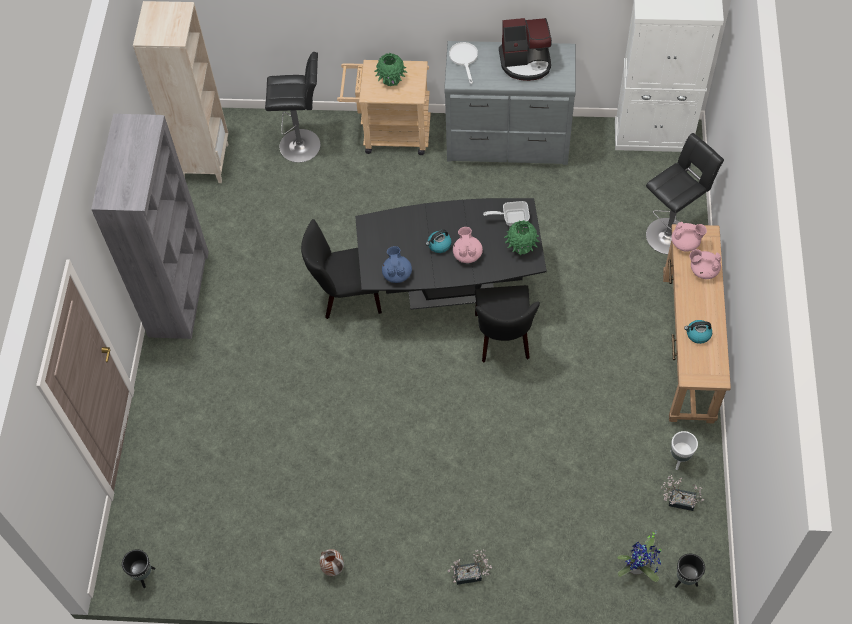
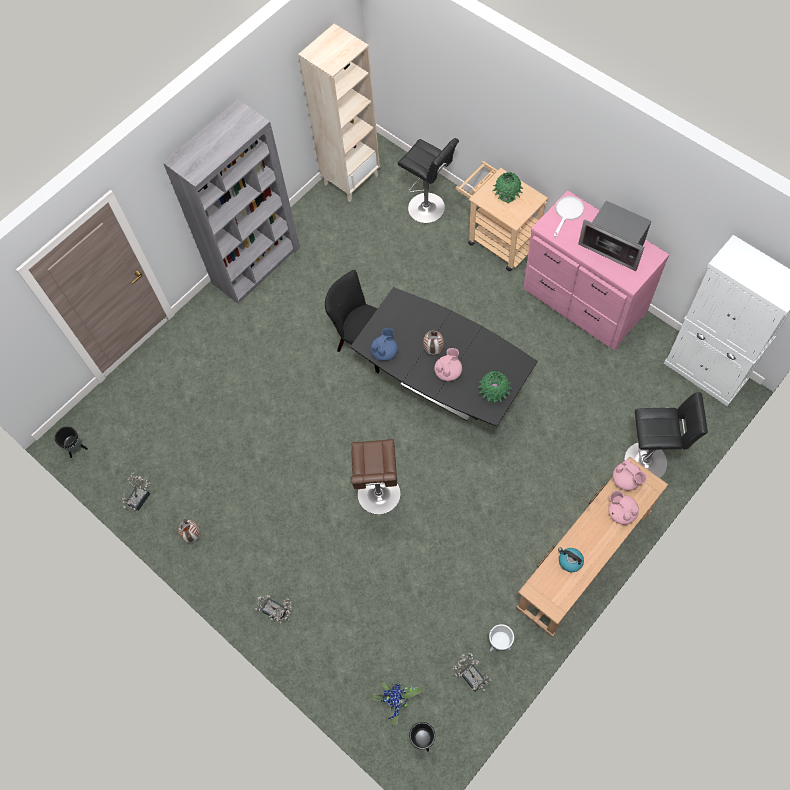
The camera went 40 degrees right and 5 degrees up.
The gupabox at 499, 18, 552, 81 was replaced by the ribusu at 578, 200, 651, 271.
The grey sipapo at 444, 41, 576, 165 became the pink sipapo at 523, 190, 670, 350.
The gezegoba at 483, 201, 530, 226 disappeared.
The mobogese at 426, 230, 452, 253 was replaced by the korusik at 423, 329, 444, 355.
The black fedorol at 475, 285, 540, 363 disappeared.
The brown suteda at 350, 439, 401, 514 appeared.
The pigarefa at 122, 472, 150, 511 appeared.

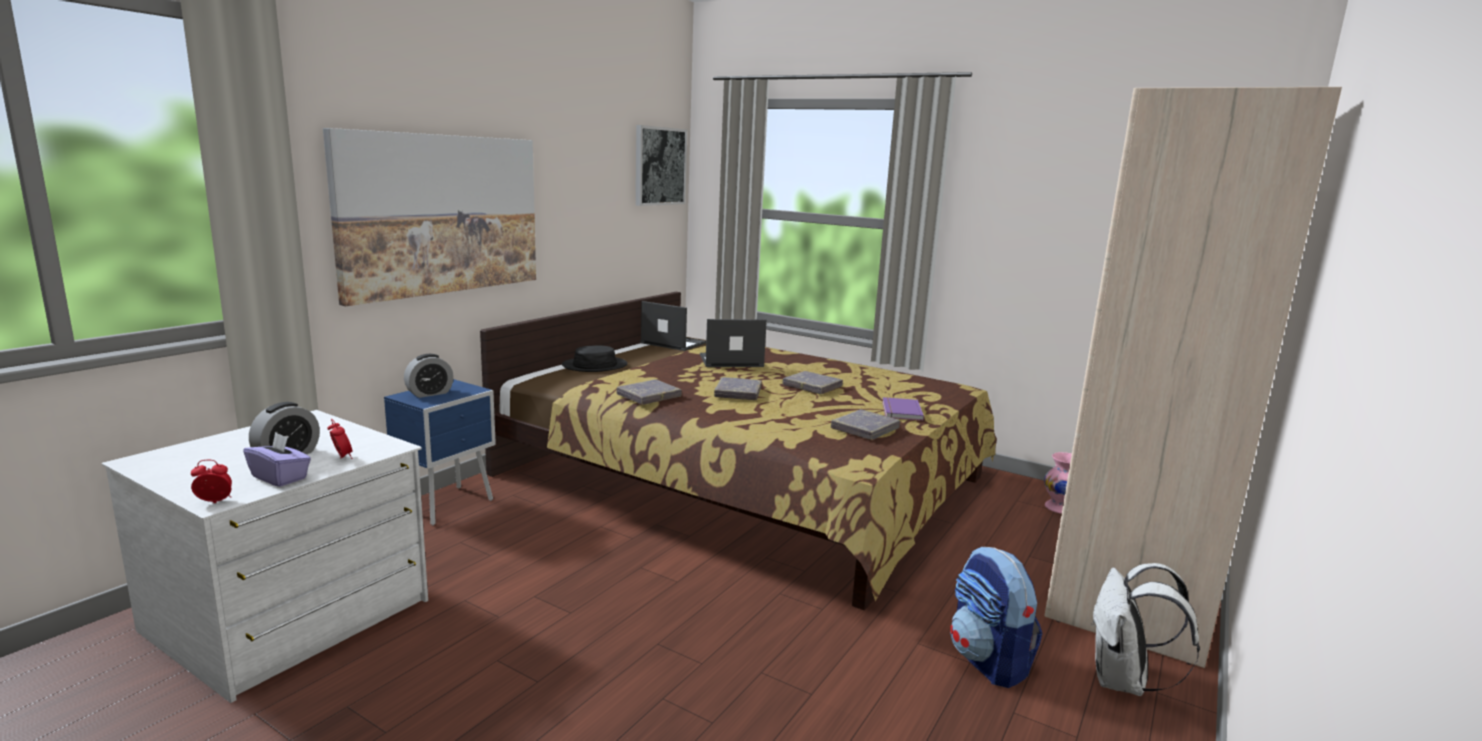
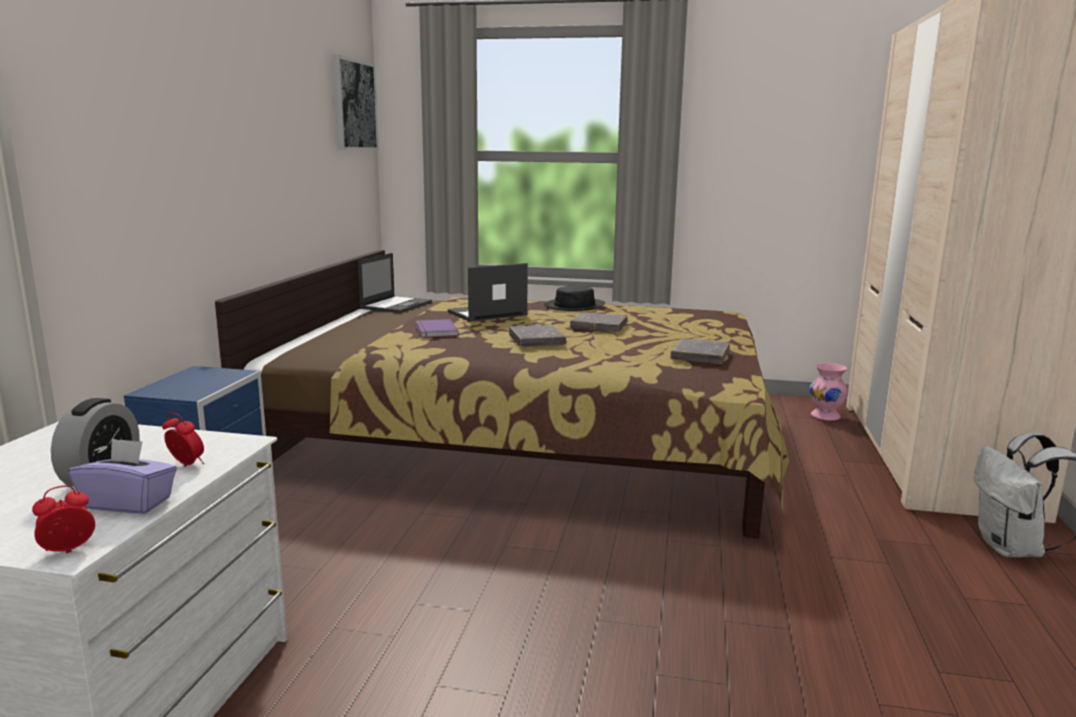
The camera went 20 degrees left and 0 degrees up.
The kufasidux at 323, 128, 536, 306 disappeared.
The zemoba at 640, 301, 706, 351 turned 105 degrees clockwise.
The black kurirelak moved from 562, 345, 628, 372 to 544, 286, 605, 311.
The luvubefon at 404, 354, 454, 398 disappeared.
The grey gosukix at 616, 379, 682, 405 disappeared.
The purple gosukix moved from 882, 397, 924, 421 to 416, 319, 459, 338.
The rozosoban at 950, 547, 1042, 688 disappeared.

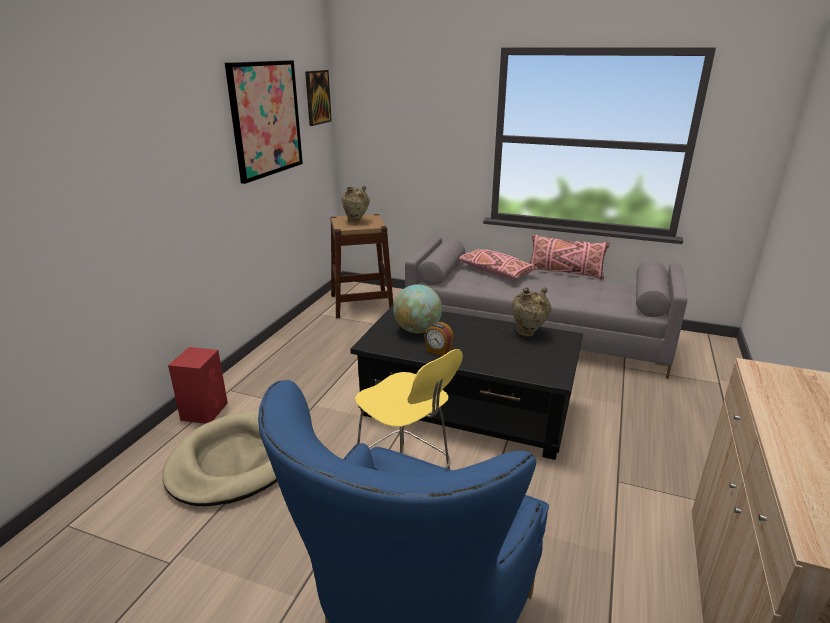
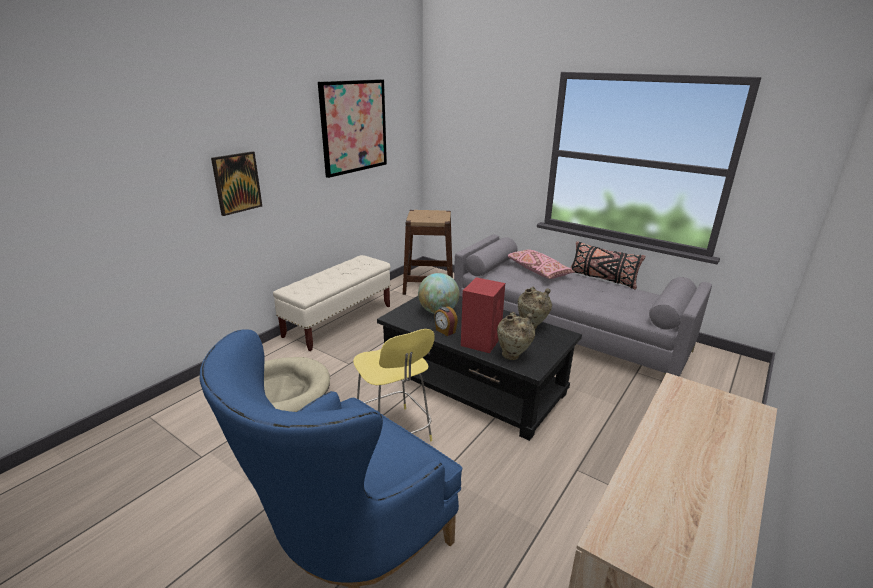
The camera went 15 degrees right and 0 degrees up.
The kufasidux moved from 305, 70, 332, 126 to 211, 151, 262, 216.
The beige korusik moved from 342, 186, 370, 223 to 497, 312, 535, 360.
The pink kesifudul at 529, 235, 610, 280 became the black kesifudul at 571, 241, 645, 290.
The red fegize moved from 168, 347, 228, 424 to 461, 277, 505, 353.
The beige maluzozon at 273, 255, 391, 351 appeared.

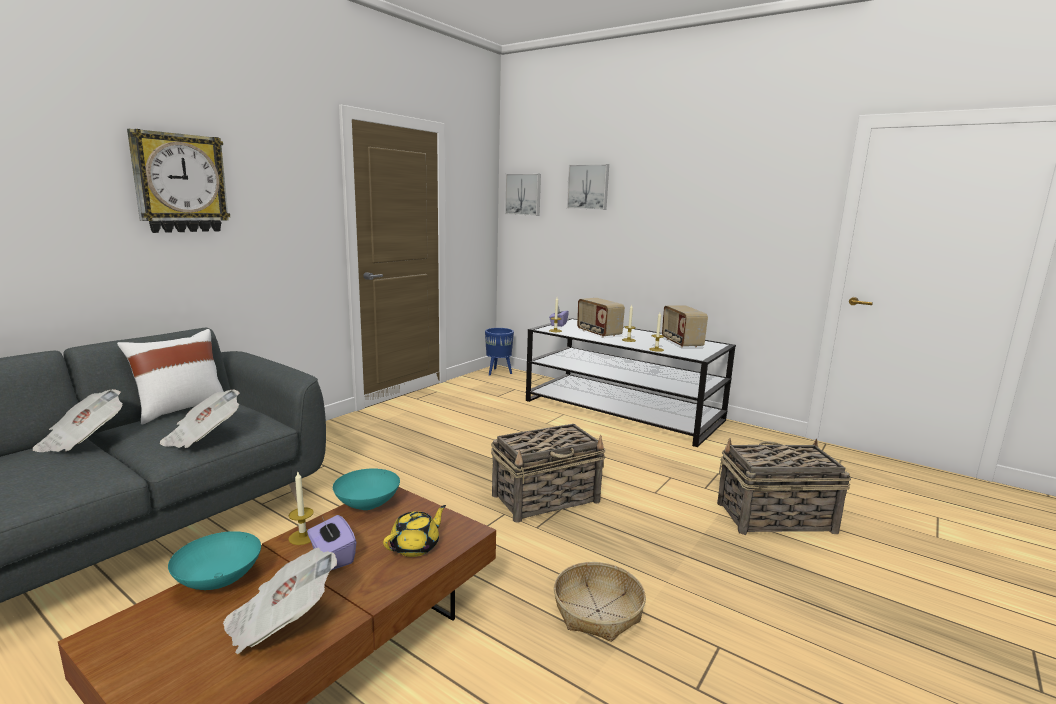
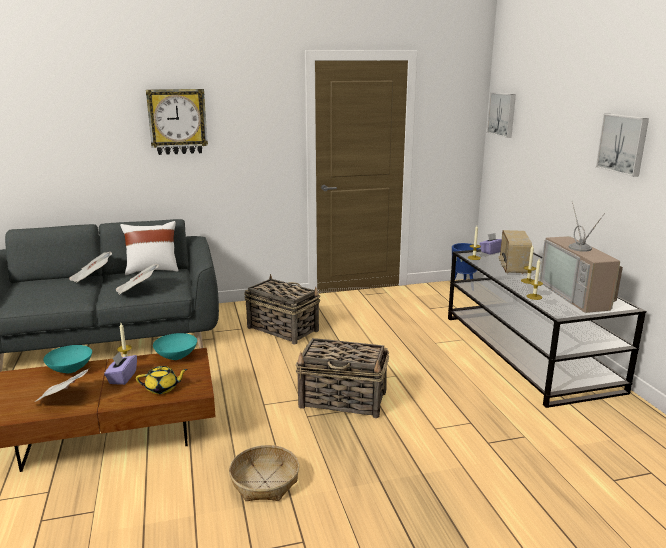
The camera went 40 degrees right and 5 degrees up.
The kufasidux moved from 567, 164, 609, 210 to 596, 114, 649, 177.
The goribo at 662, 306, 708, 348 was replaced by the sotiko at 540, 201, 623, 313.
The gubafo moved from 717, 438, 851, 535 to 244, 274, 320, 344.

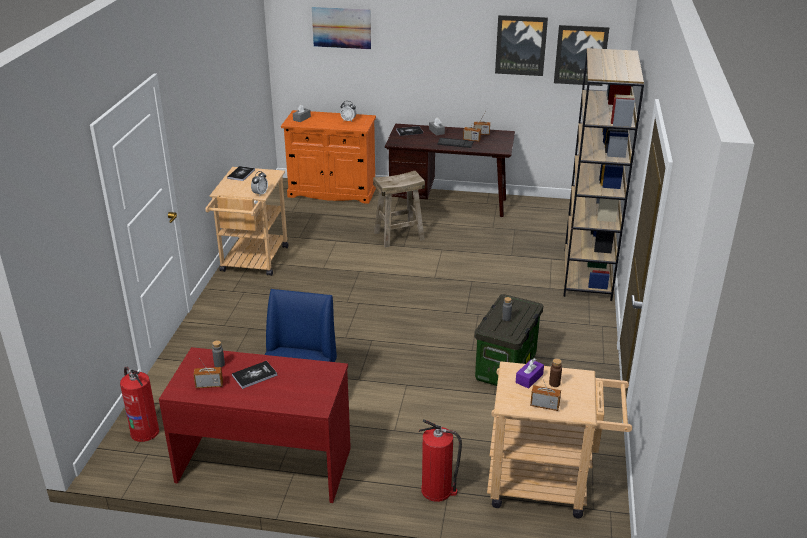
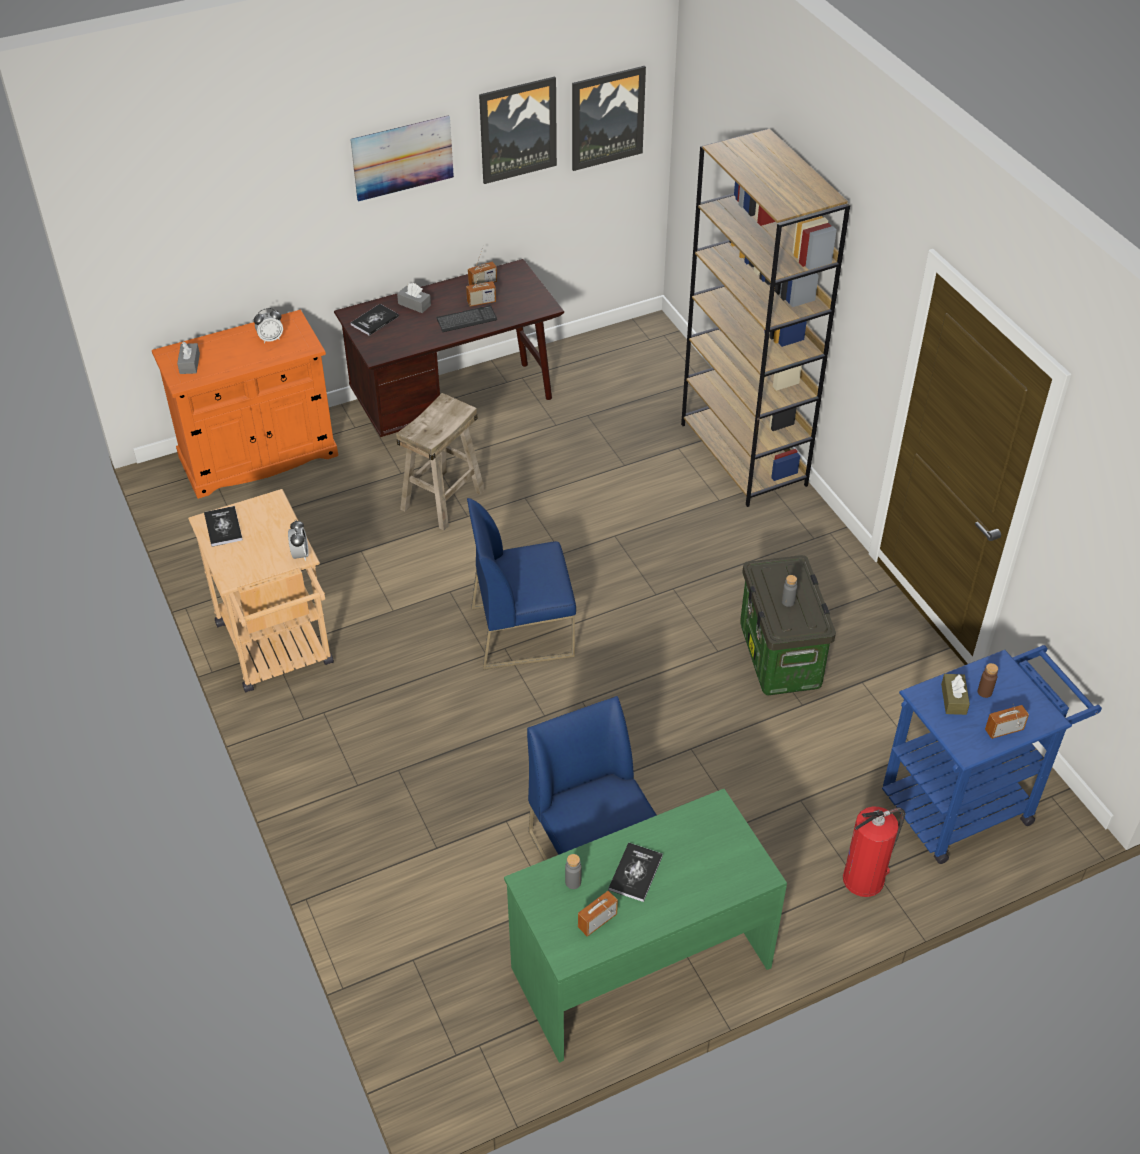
The camera went 35 degrees left and 15 degrees up.
The kufasidux moved from 312, 7, 371, 49 to 350, 115, 454, 202.
The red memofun at 159, 347, 351, 503 became the green memofun at 504, 789, 787, 1063.
The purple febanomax at 516, 358, 544, 389 became the brown febanomax at 941, 674, 970, 715.
The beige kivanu at 487, 362, 632, 518 became the blue kivanu at 882, 645, 1102, 864.
The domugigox at 120, 366, 159, 442 disappeared.
The blue fedorol at 467, 498, 576, 670 appeared.

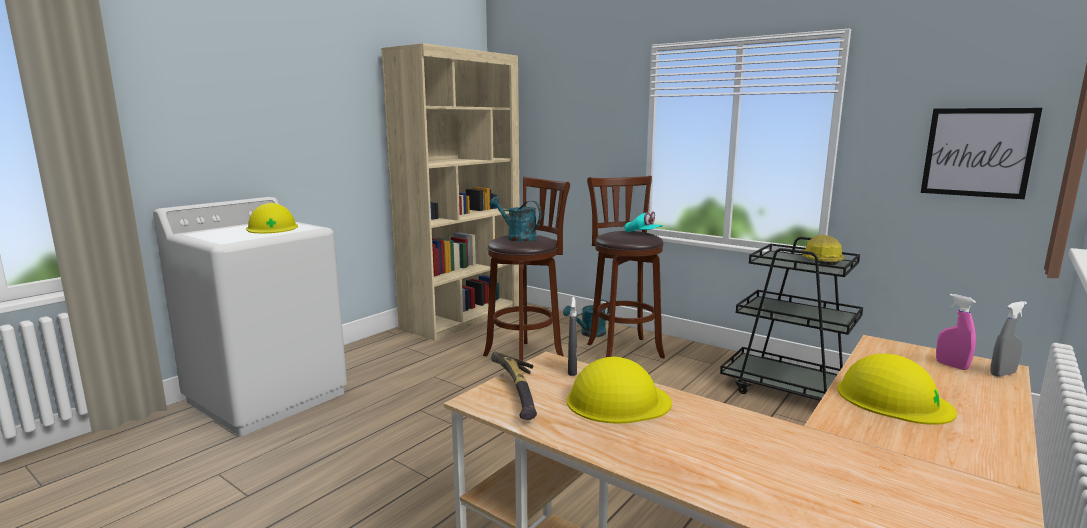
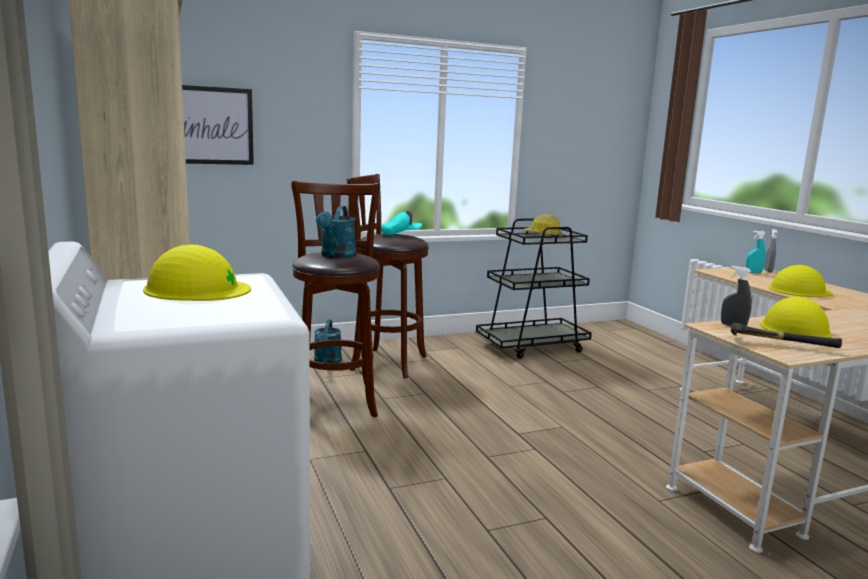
The camera went 60 degrees left and 0 degrees up.
The kufasidux moved from 921, 108, 1042, 199 to 182, 85, 254, 165.
The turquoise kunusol at 489, 196, 542, 242 turned 60 degrees counterclockwise.
The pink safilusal at 936, 294, 976, 370 became the turquoise safilusal at 746, 230, 766, 273.

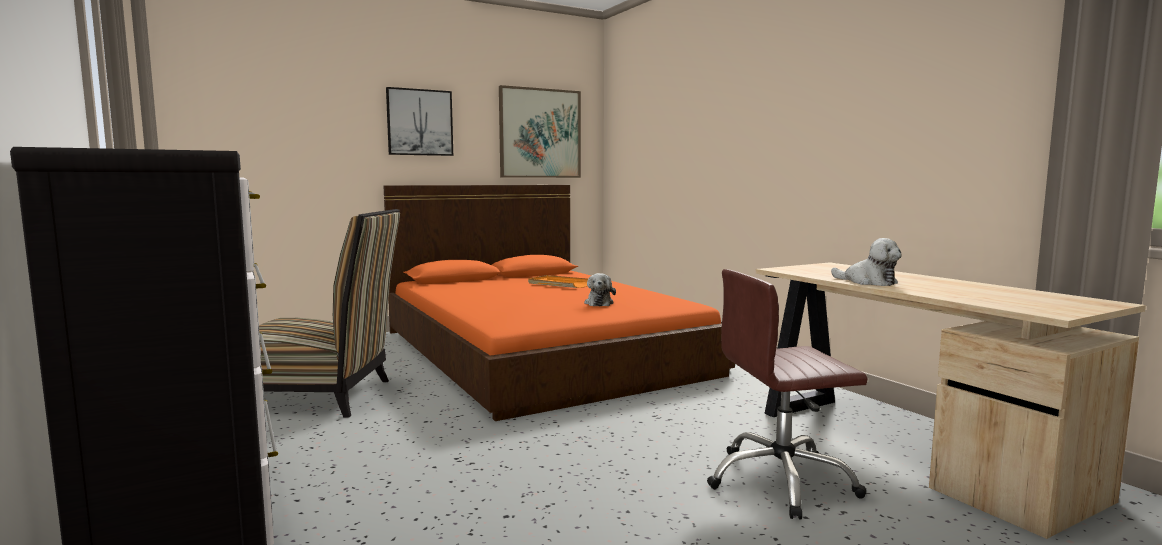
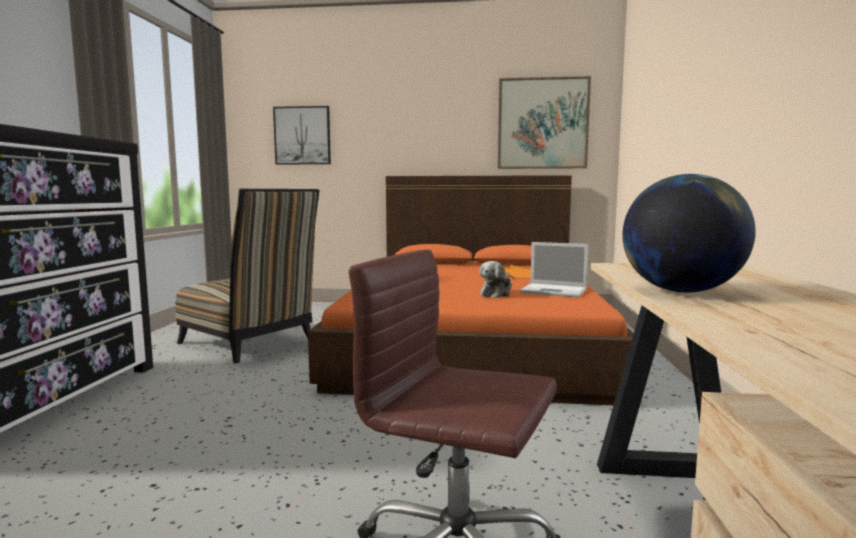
The camera went 35 degrees right and 0 degrees up.
The kufasidux moved from 386, 87, 453, 156 to 273, 106, 331, 165.
The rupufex at 831, 238, 901, 286 was replaced by the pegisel at 622, 174, 756, 293.
The zemoba at 519, 242, 589, 298 appeared.

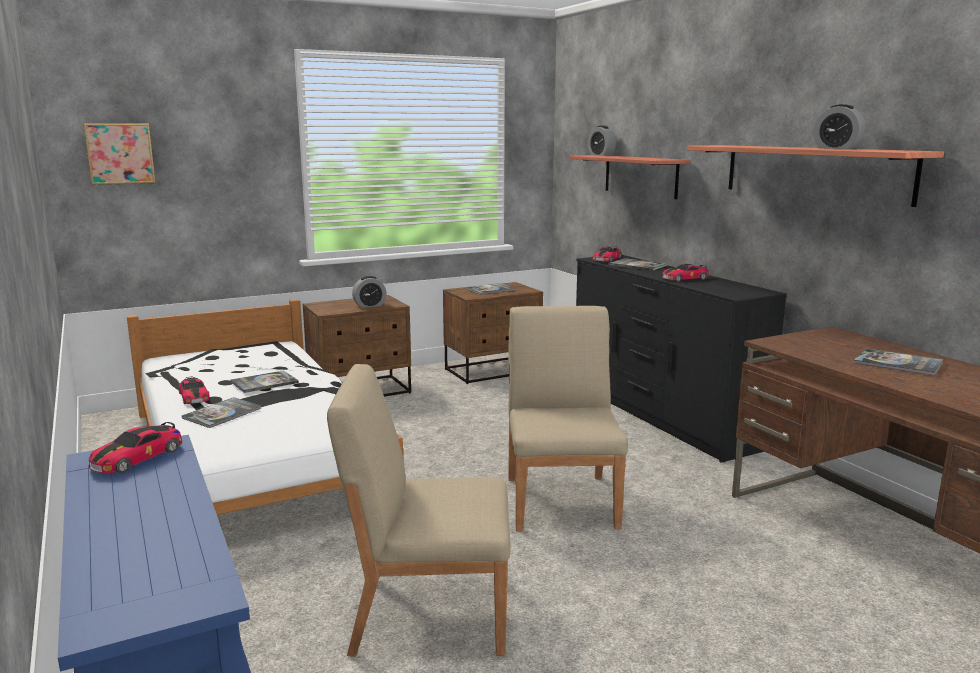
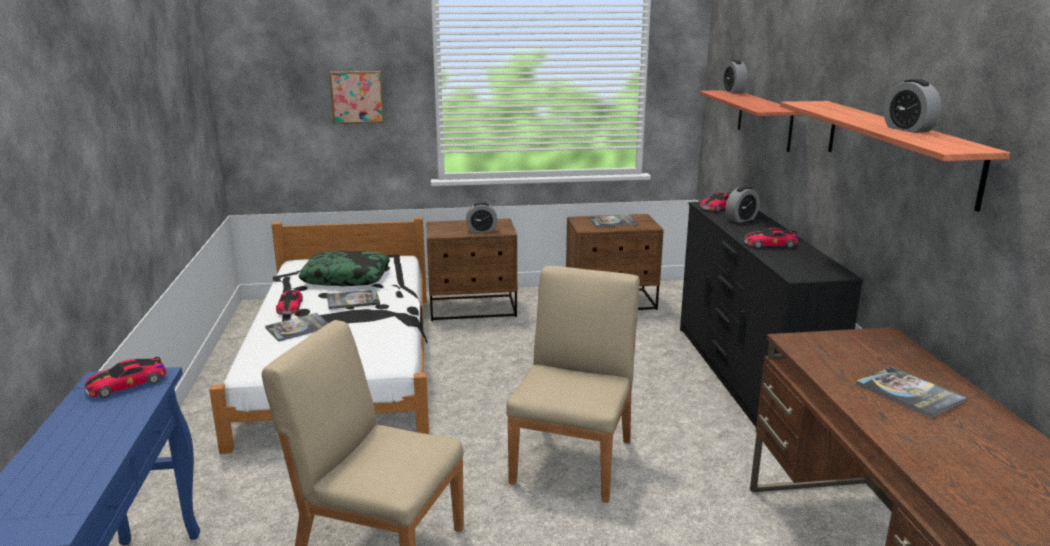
The camera went 20 degrees right and 5 degrees up.
The kufasidux moved from 83, 123, 156, 185 to 329, 71, 385, 124.
The gosukix at 609, 258, 667, 271 was replaced by the luvubefon at 725, 186, 760, 223.
The kesifudul at 298, 251, 390, 286 appeared.

